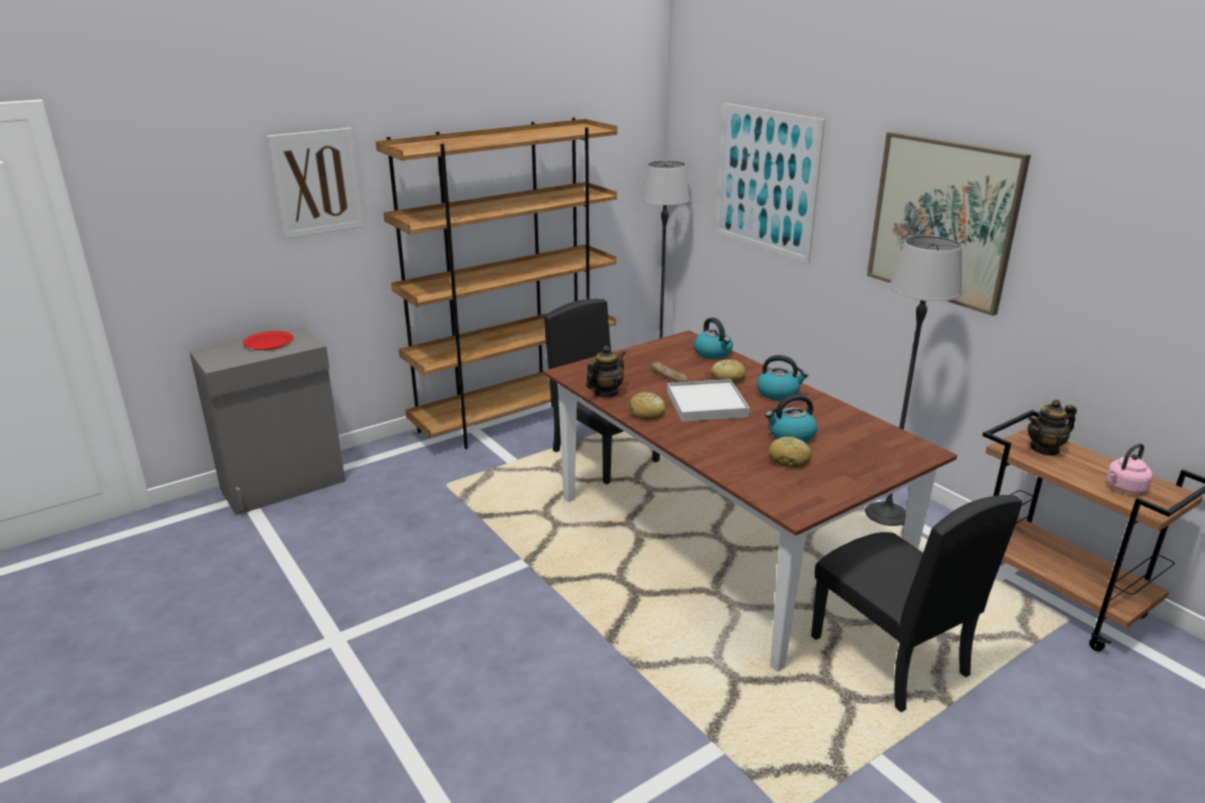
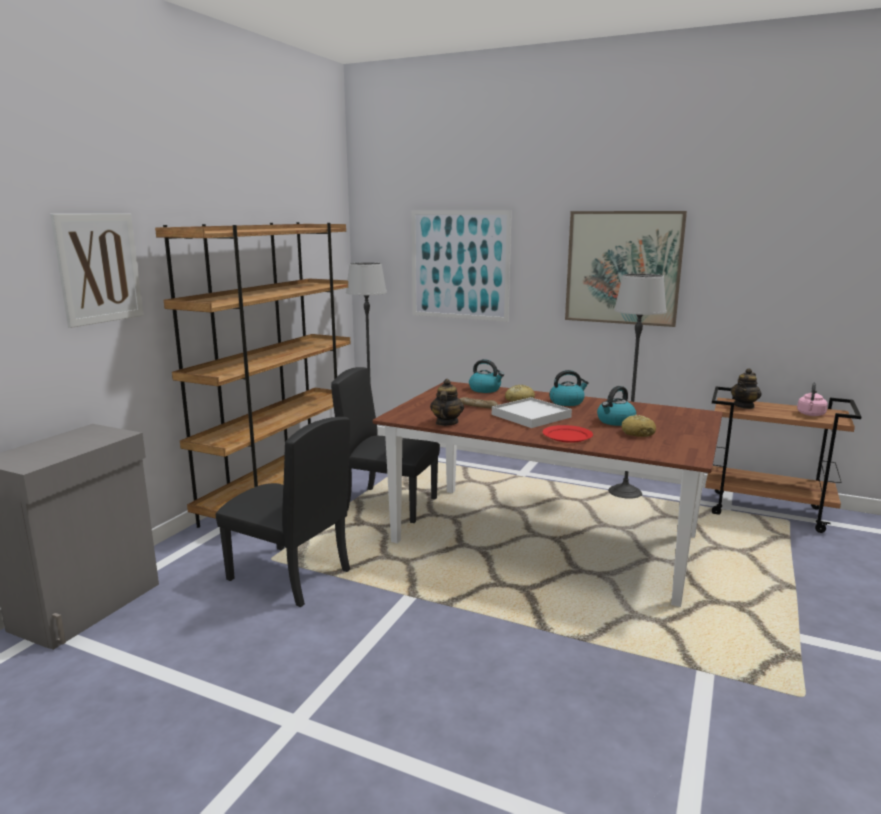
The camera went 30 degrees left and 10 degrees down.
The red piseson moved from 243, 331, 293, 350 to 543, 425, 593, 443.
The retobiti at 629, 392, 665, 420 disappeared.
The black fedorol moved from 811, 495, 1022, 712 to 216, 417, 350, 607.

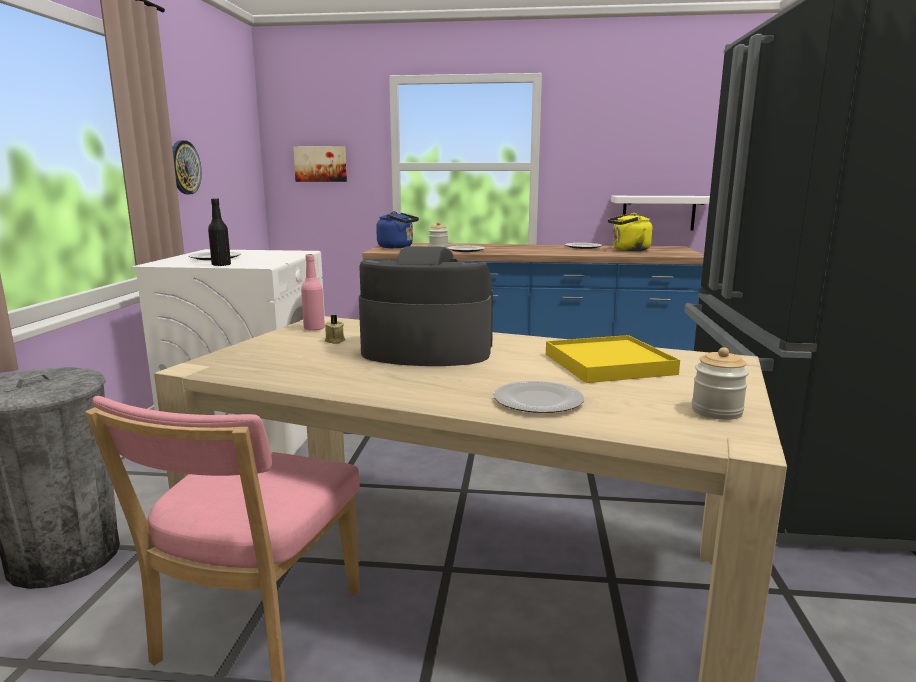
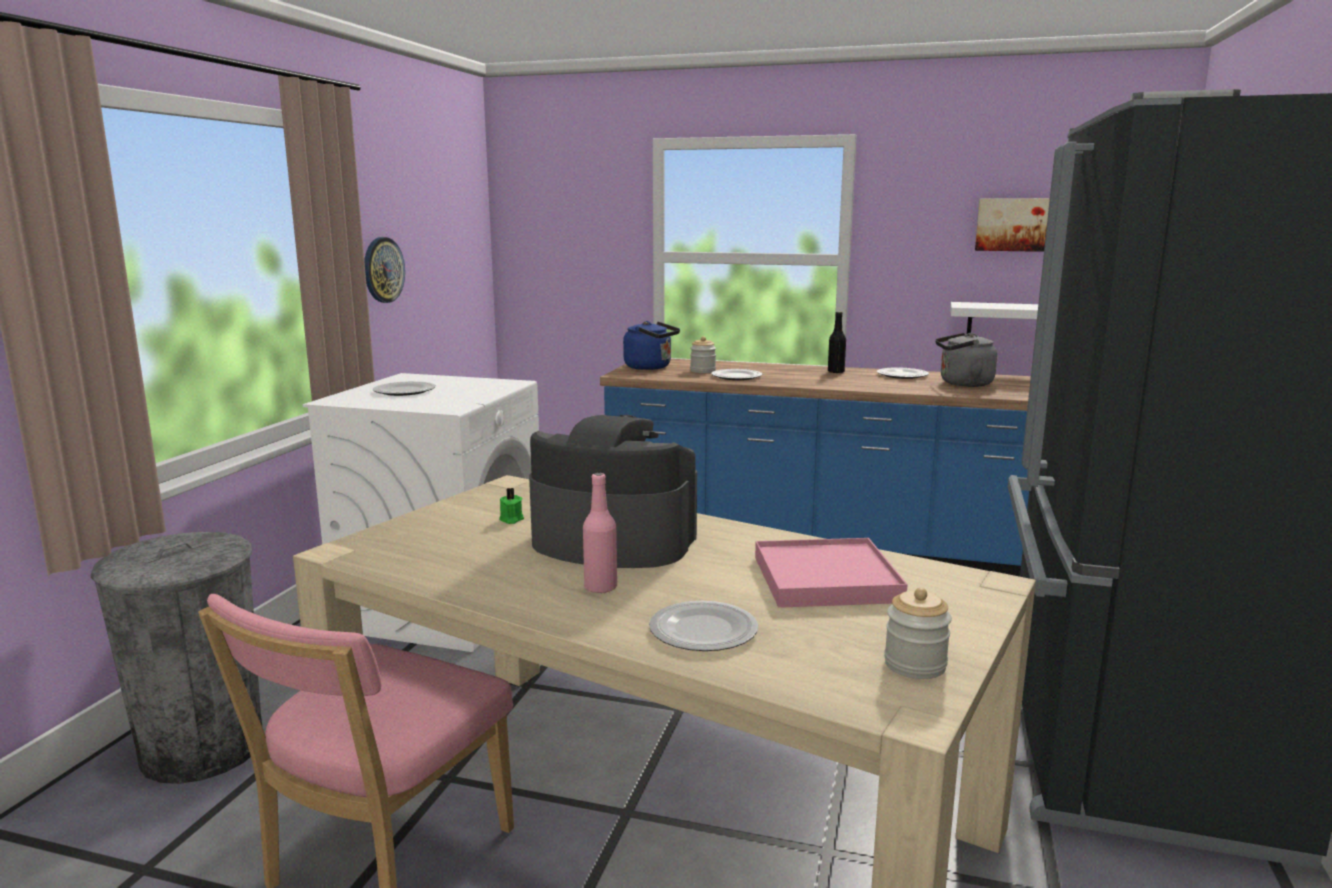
The camera went 10 degrees right and 0 degrees up.
The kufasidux moved from 293, 146, 347, 182 to 975, 198, 1050, 252.
The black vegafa moved from 208, 198, 231, 266 to 828, 312, 846, 373.
The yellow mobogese at 608, 213, 653, 251 became the grey mobogese at 935, 333, 997, 387.
The pink vegafa moved from 301, 254, 325, 331 to 583, 473, 617, 594.
The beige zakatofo at 325, 315, 345, 344 became the green zakatofo at 499, 488, 524, 524.
The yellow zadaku at 546, 335, 680, 383 became the pink zadaku at 755, 538, 908, 608.

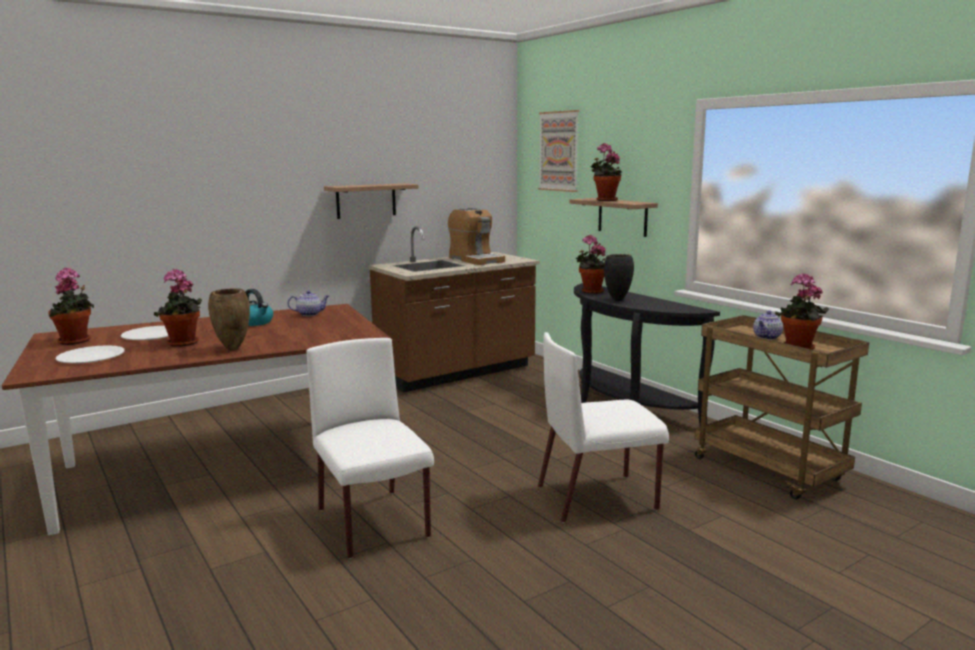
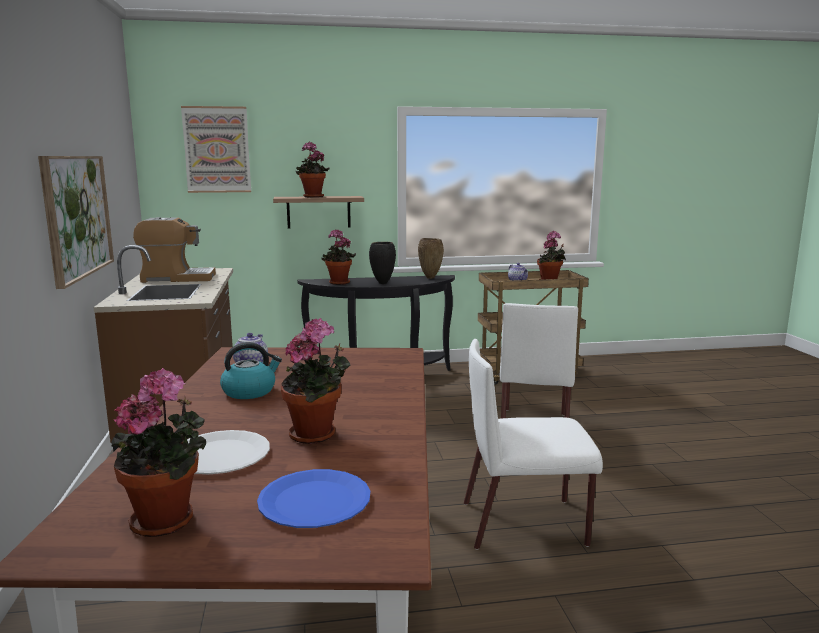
The camera went 65 degrees left and 0 degrees up.
The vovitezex at 324, 183, 419, 219 was replaced by the kufasidux at 38, 156, 114, 289.
The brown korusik moved from 208, 289, 250, 351 to 418, 238, 444, 279.
The white piseson at 56, 345, 125, 363 became the blue piseson at 257, 469, 370, 528.

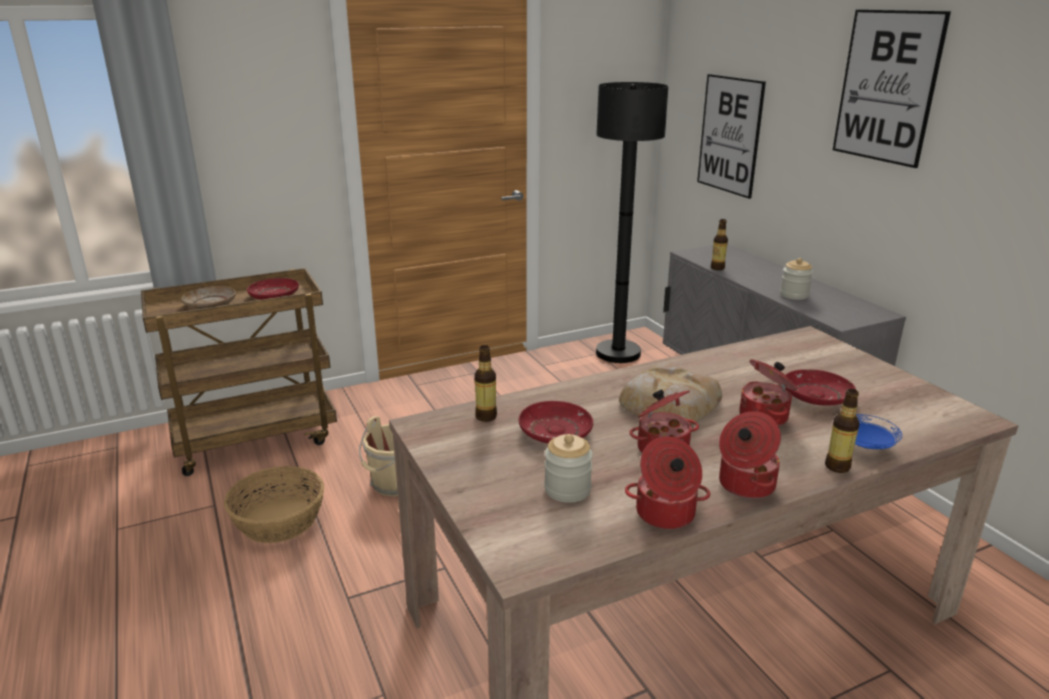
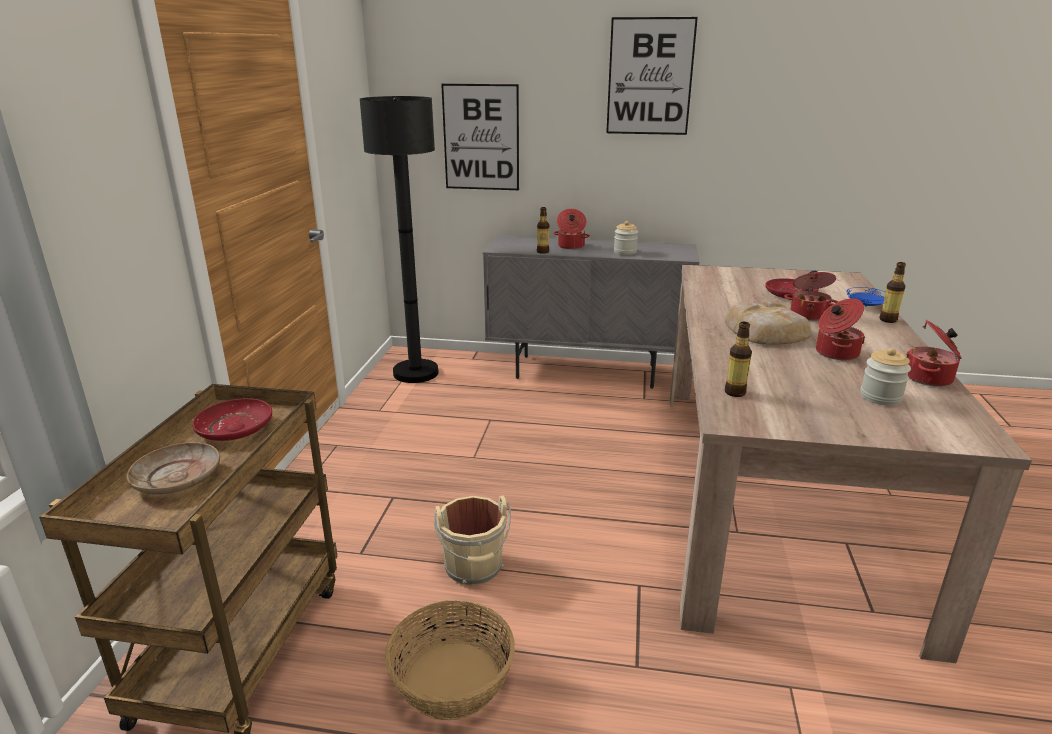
The camera went 55 degrees left and 0 degrees up.
The red piseson at 519, 401, 593, 443 disappeared.
The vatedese moved from 719, 411, 781, 499 to 553, 209, 590, 249.

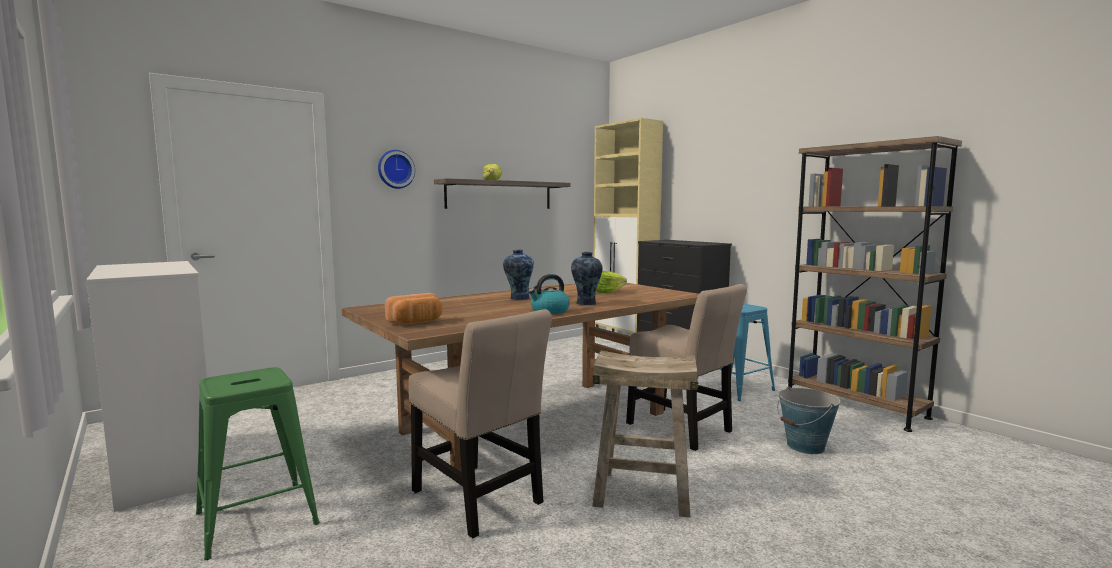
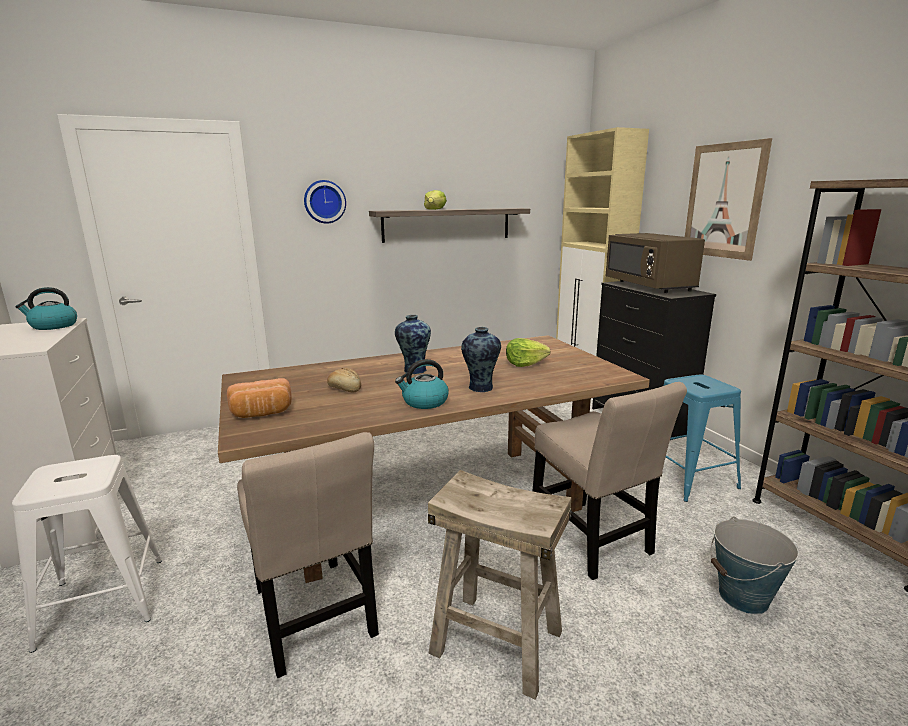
The camera went 15 degrees right and 10 degrees up.
The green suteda at 196, 367, 319, 560 became the white suteda at 12, 455, 162, 653.
The kufasidux at 685, 138, 772, 261 appeared.
The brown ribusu at 606, 233, 705, 293 appeared.
The mobogese at 15, 287, 77, 330 appeared.
The retobiti at 327, 368, 361, 393 appeared.

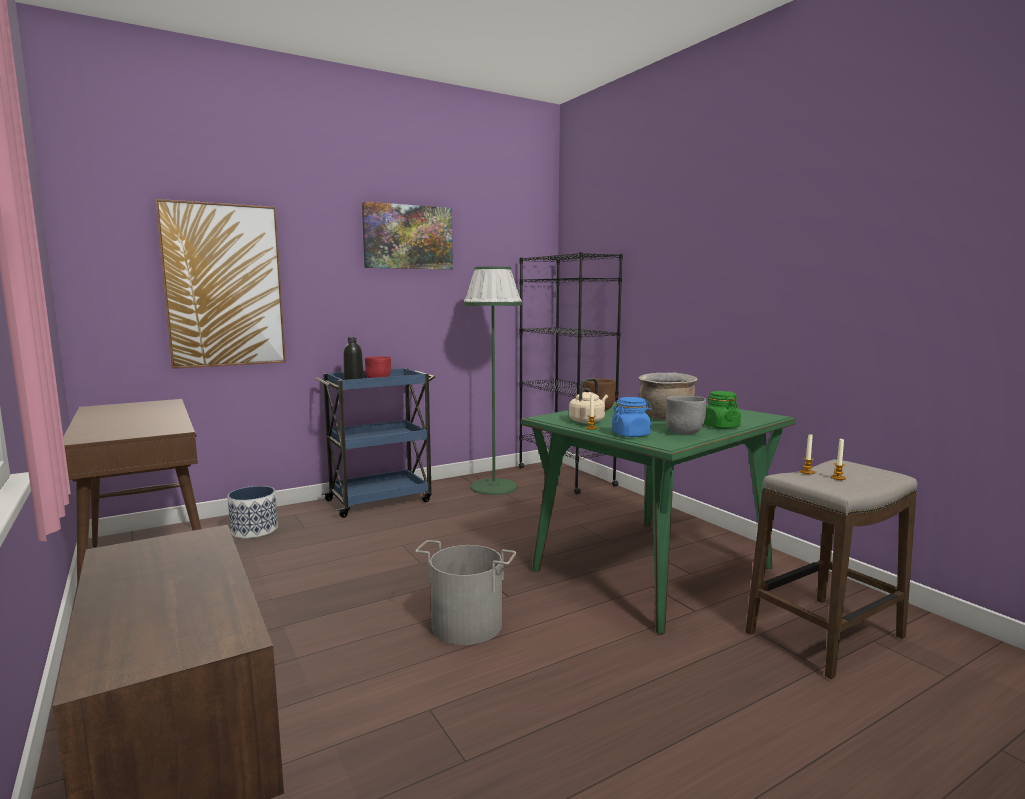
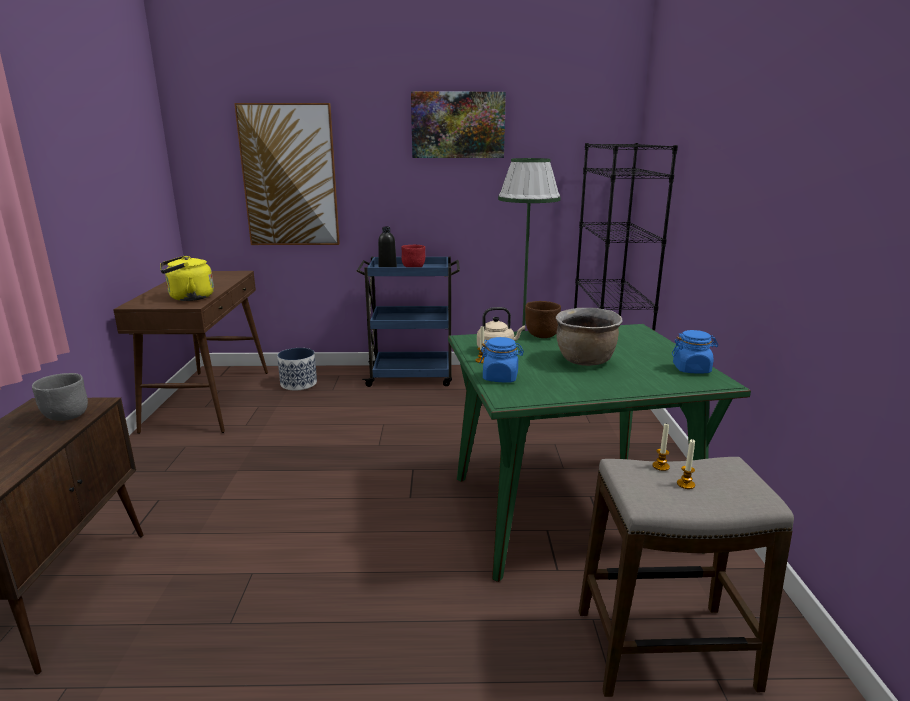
The camera went 30 degrees right and 10 degrees up.
The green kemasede at 704, 391, 741, 429 disappeared.
The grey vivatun moved from 666, 396, 707, 435 to 32, 373, 88, 421.
The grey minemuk at 415, 540, 516, 645 disappeared.
The yellow mobogese at 160, 255, 214, 301 appeared.
The blue kemasede at 672, 330, 718, 373 appeared.

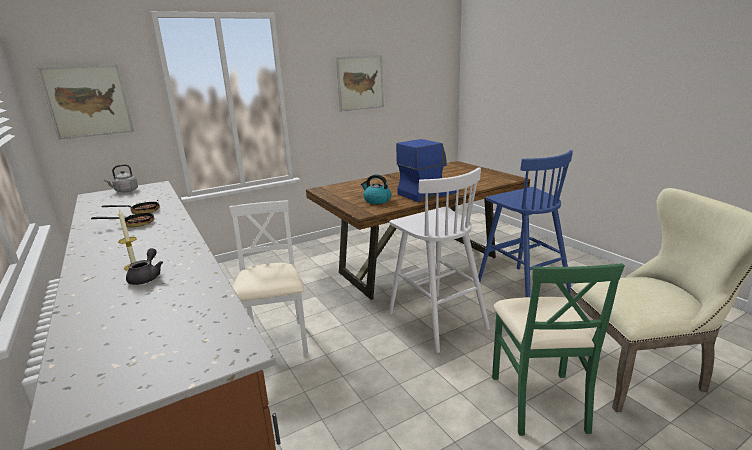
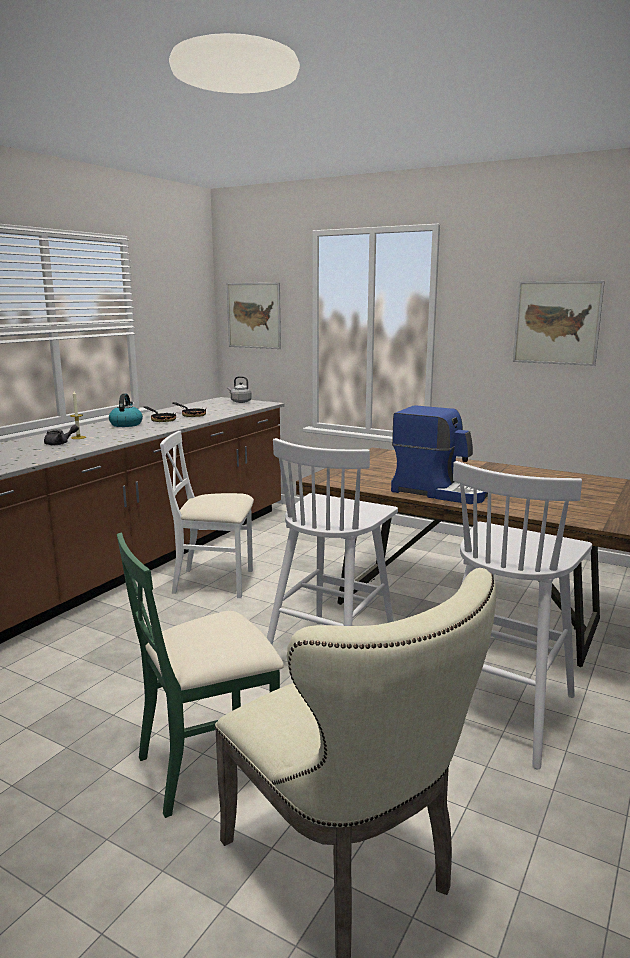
The camera went 60 degrees right and 5 degrees down.
The blue suteda at 478, 150, 573, 297 became the white suteda at 453, 461, 592, 769.
The mobogese moved from 361, 174, 391, 204 to 109, 394, 143, 427.
The white fedorol at 229, 200, 309, 357 turned 135 degrees counterclockwise.

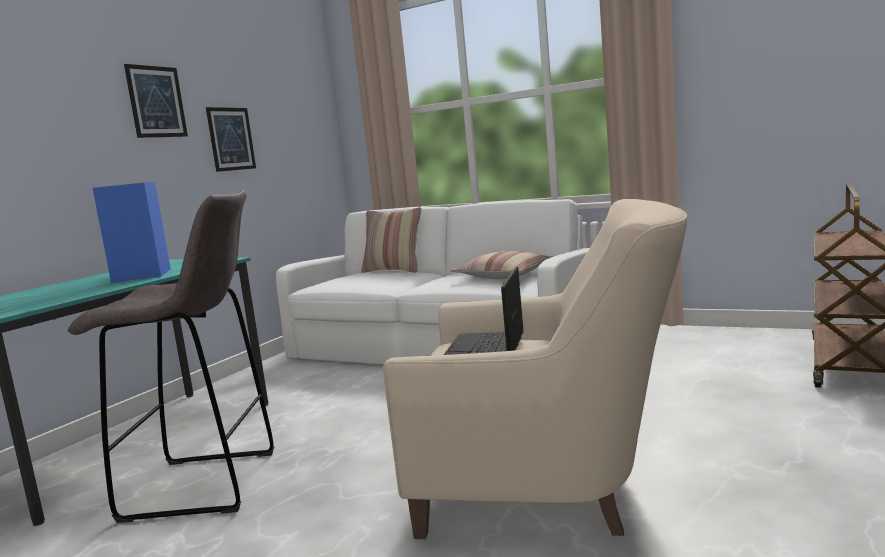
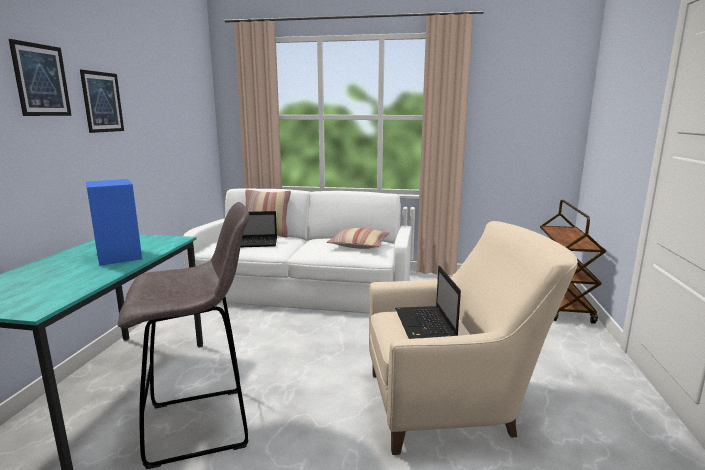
The camera went 20 degrees left and 5 degrees up.
The kufasidux moved from 206, 107, 256, 172 to 9, 39, 72, 116.
The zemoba at 241, 211, 277, 247 appeared.

